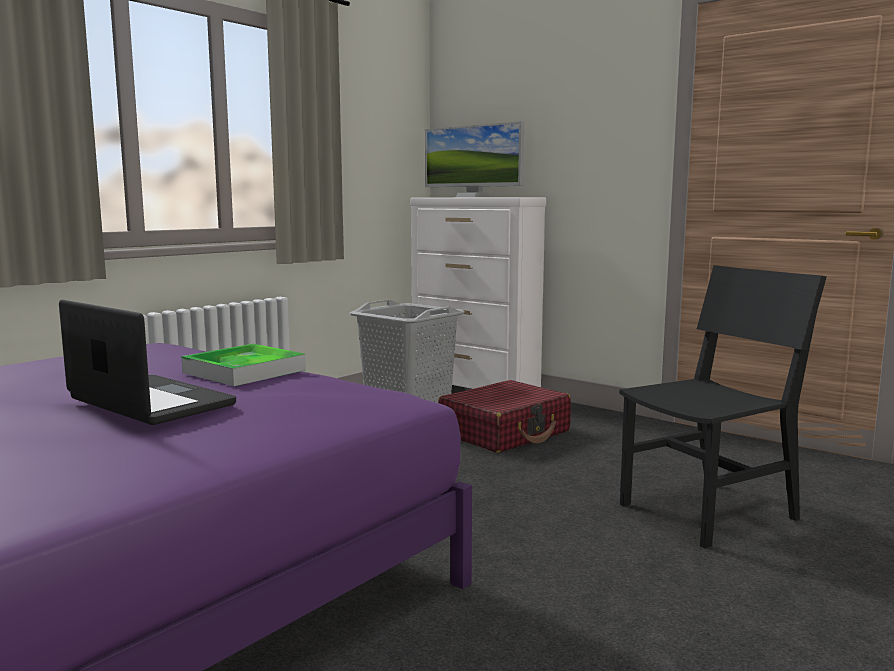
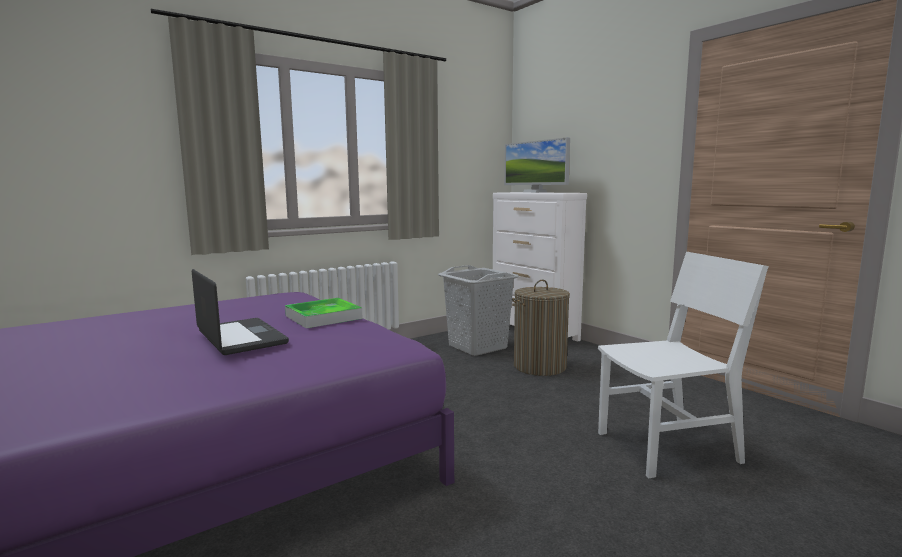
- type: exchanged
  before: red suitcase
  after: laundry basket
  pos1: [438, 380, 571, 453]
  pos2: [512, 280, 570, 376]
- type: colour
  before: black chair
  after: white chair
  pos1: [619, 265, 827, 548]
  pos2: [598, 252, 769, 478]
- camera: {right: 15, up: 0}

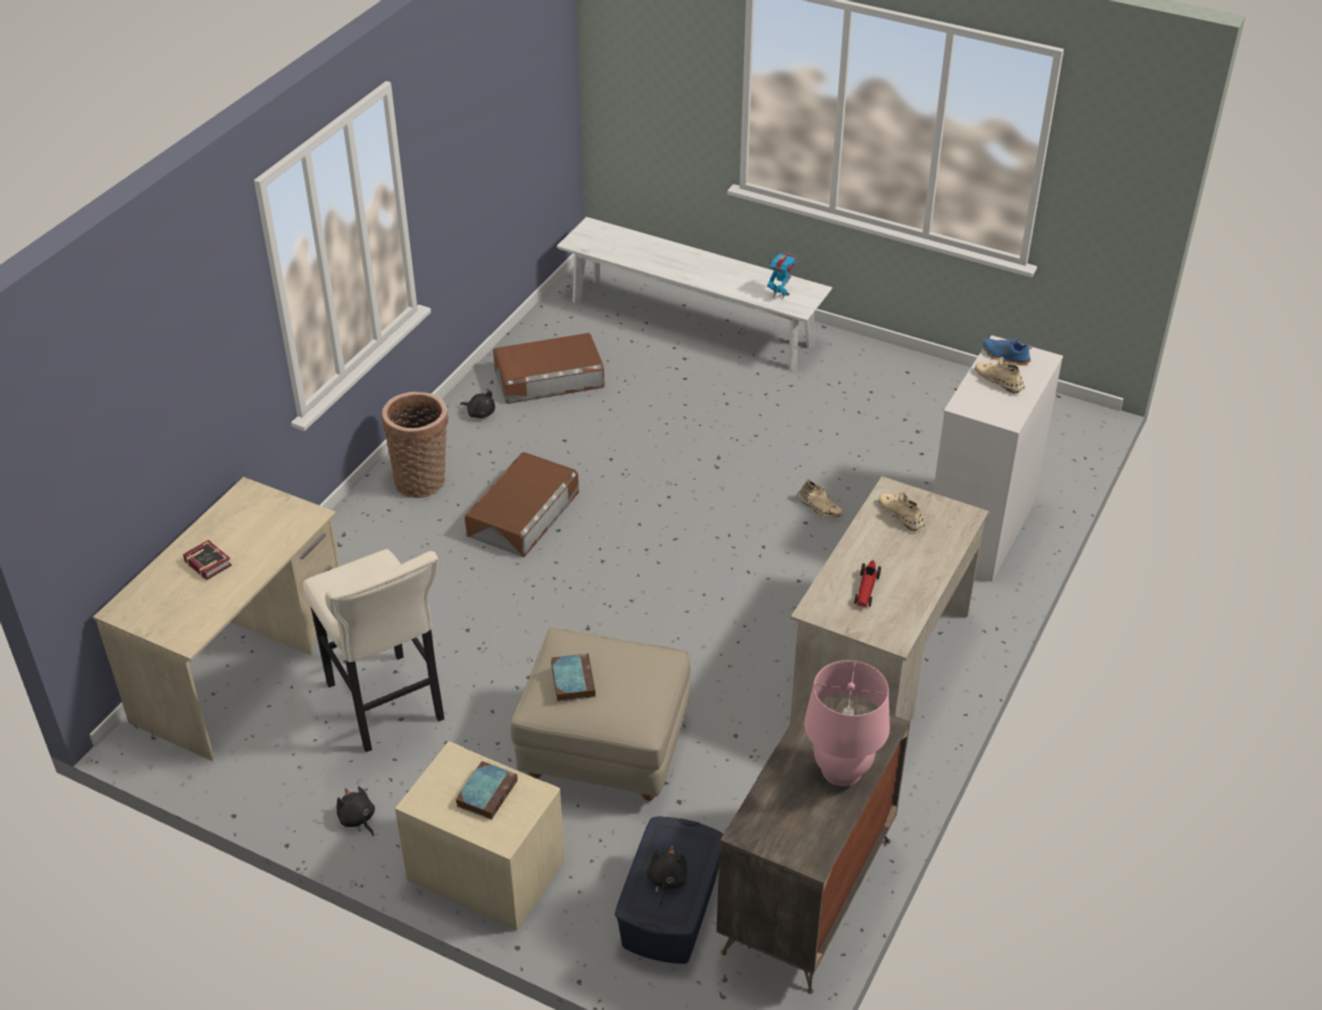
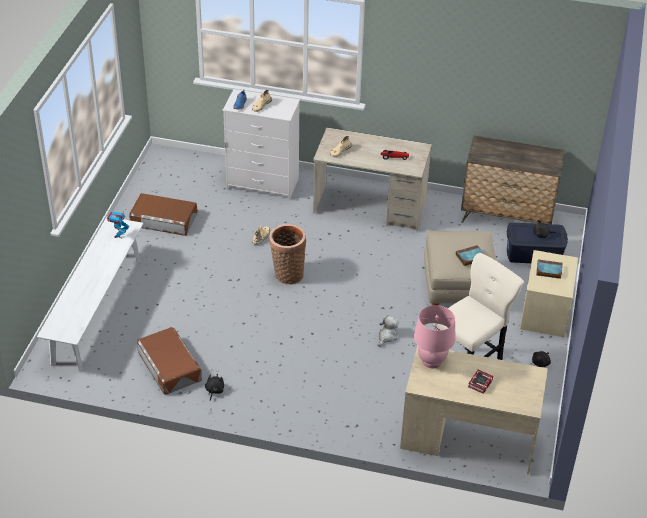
- type: relocated
  before: brown storage box
  pos1: [465, 452, 579, 557]
  pos2: [129, 193, 197, 236]
- type: relocated
  before: basket
  pos1: [382, 392, 449, 498]
  pos2: [269, 224, 306, 284]
- type: appeared
  after: plush toy
  pos2: [377, 316, 399, 347]
- type: relocated
  before: pink table lamp
  pos1: [804, 660, 890, 786]
  pos2: [414, 305, 456, 368]
- camera: {right: -105, up: 0}

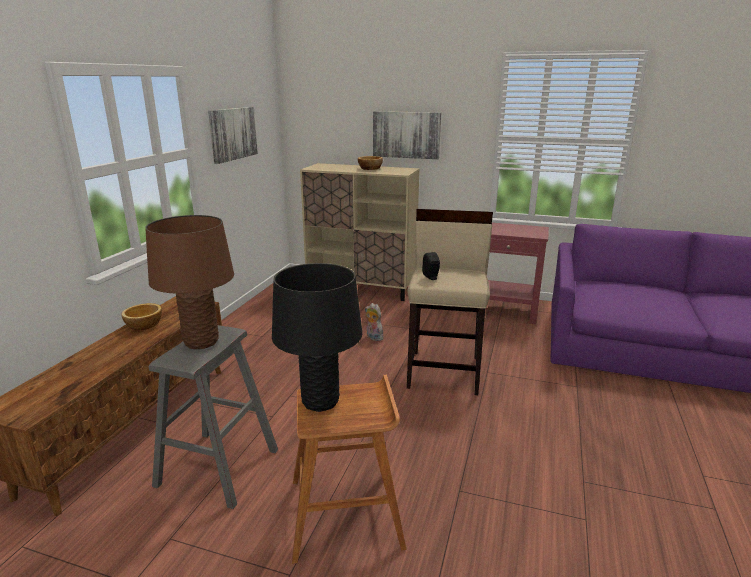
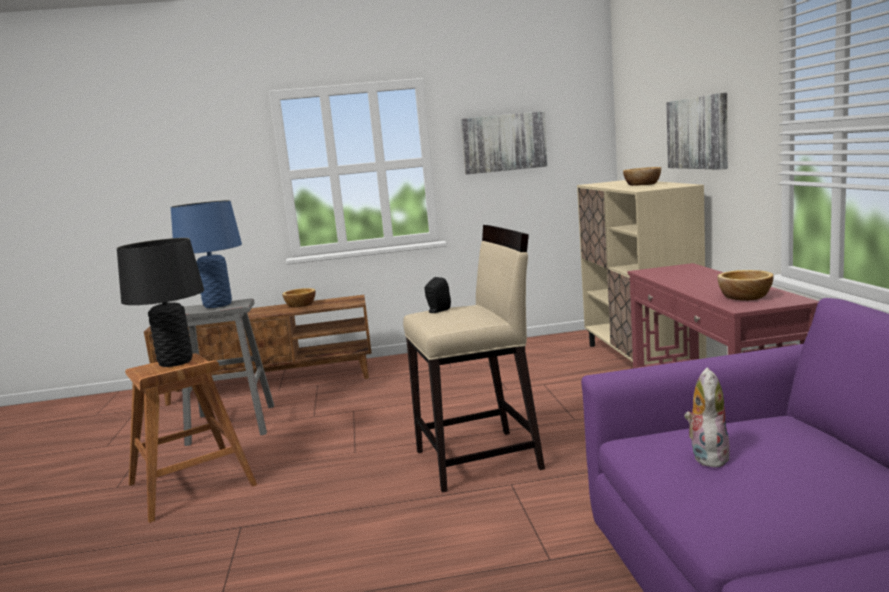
- type: colour
  before: brown table lamp
  after: blue table lamp
  pos1: [145, 215, 234, 349]
  pos2: [171, 200, 242, 308]
- type: relocated
  before: plush toy
  pos1: [365, 303, 386, 341]
  pos2: [684, 368, 730, 468]
- type: appeared
  after: bowl
  pos2: [717, 270, 774, 301]
- camera: {right: 65, up: -10}

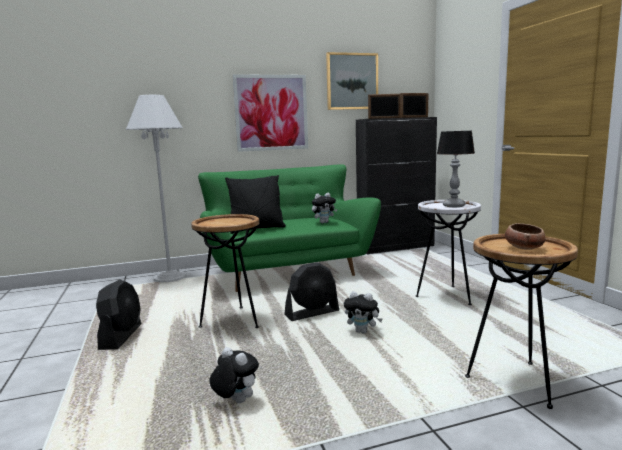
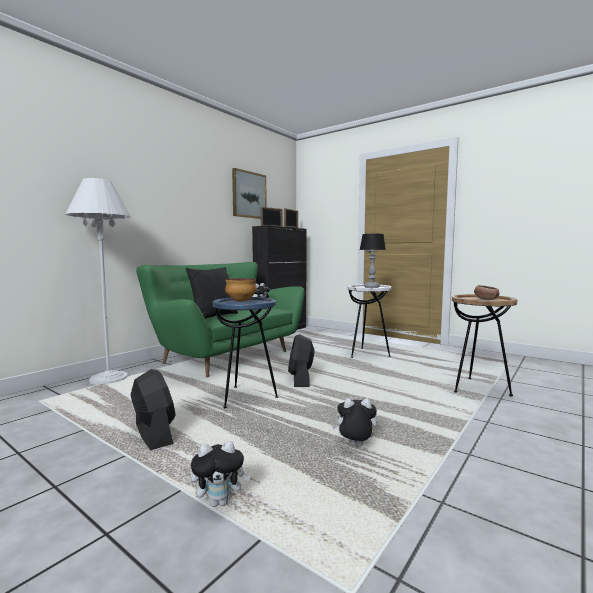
- type: relocated
  before: plush toy
  pos1: [344, 291, 383, 334]
  pos2: [191, 441, 251, 507]
- type: colour
  before: brown side table
  after: blue side table
  pos1: [191, 214, 259, 328]
  pos2: [213, 297, 278, 408]
- type: appeared
  after: bowl
  pos2: [225, 278, 257, 302]
- type: spun
  before: black fan
  pos1: [284, 262, 339, 321]
  pos2: [288, 334, 315, 387]
  turn: 150
- type: missing
  before: picture
  pos1: [232, 74, 308, 152]
- camera: {right: -35, up: -5}

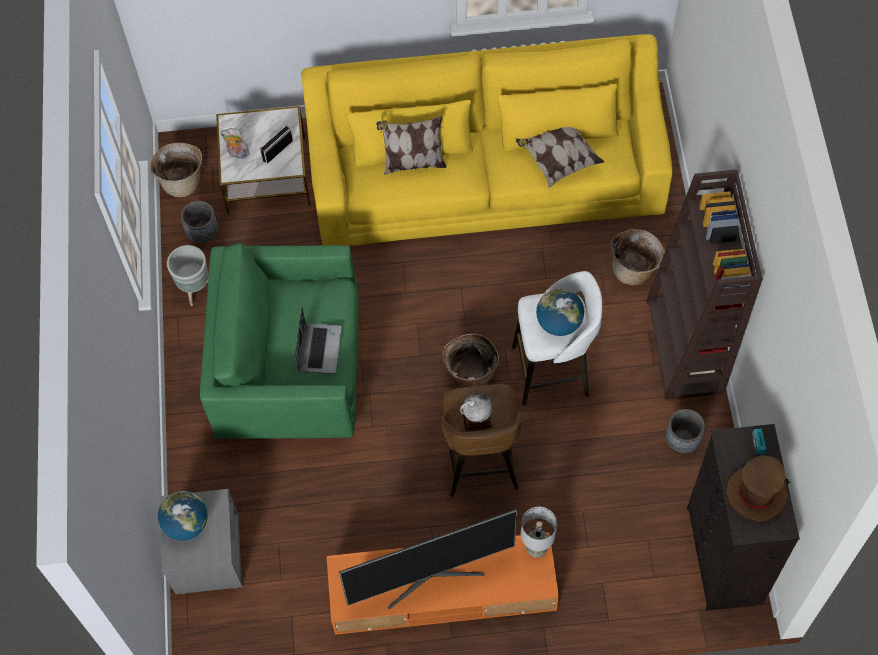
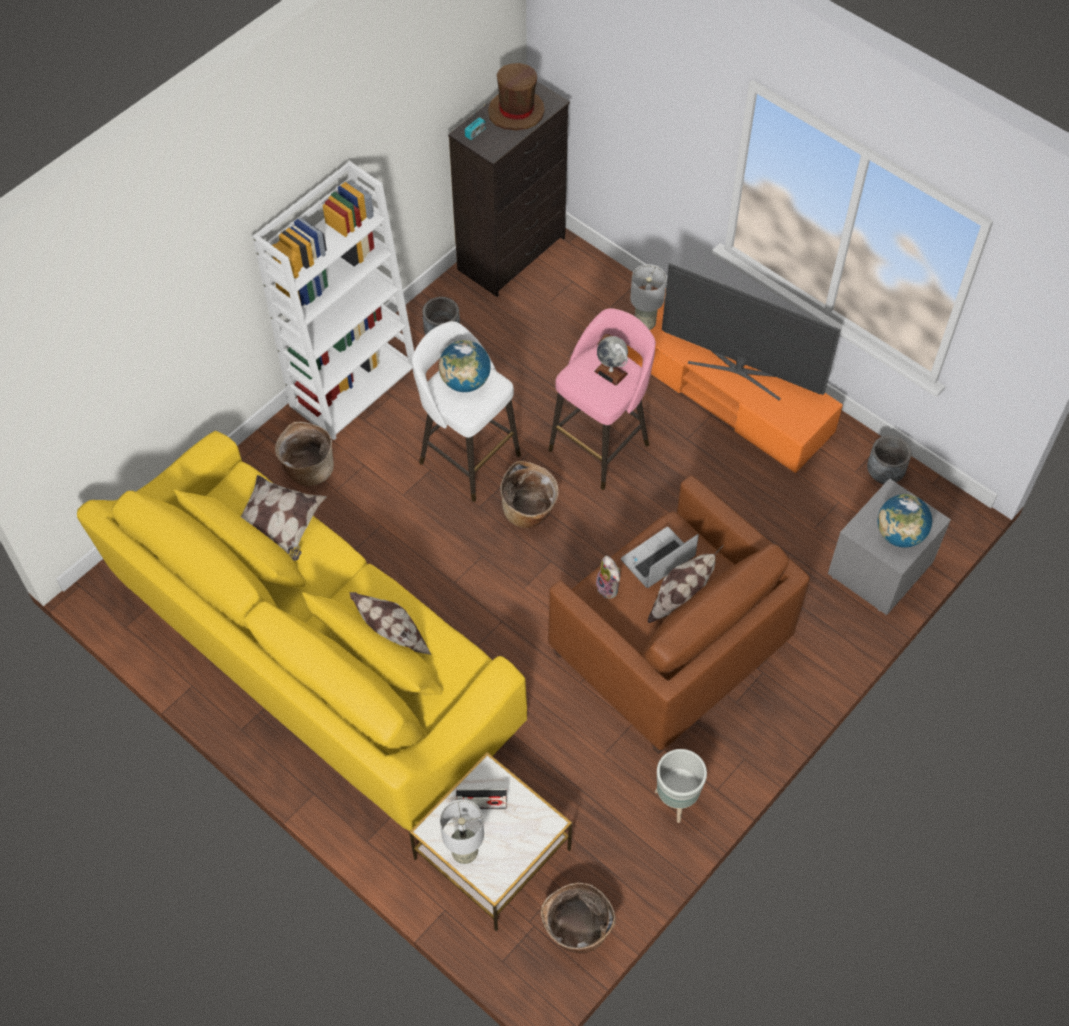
- type: colour
  before: brown bookcase
  after: white bookcase
  pos1: [647, 169, 763, 400]
  pos2: [252, 161, 414, 440]
- type: appeared
  after: grey table lamp
  pos2: [440, 800, 484, 864]
- type: colour
  before: brown stool
  after: pink stool
  pos1: [441, 384, 522, 497]
  pos2: [548, 308, 656, 490]
- type: colour
  before: green armchair
  after: brown armchair
  pos1: [200, 243, 359, 439]
  pos2: [548, 476, 810, 755]
- type: relocated
  before: plush toy
  pos1: [220, 128, 249, 159]
  pos2: [596, 556, 621, 599]
- type: appeared
  after: pillow
  pos2: [648, 546, 723, 623]
- type: relocated
  before: grey planter
  pos1: [181, 201, 218, 243]
  pos2: [867, 435, 911, 484]
- camera: {right: -135, up: -5}

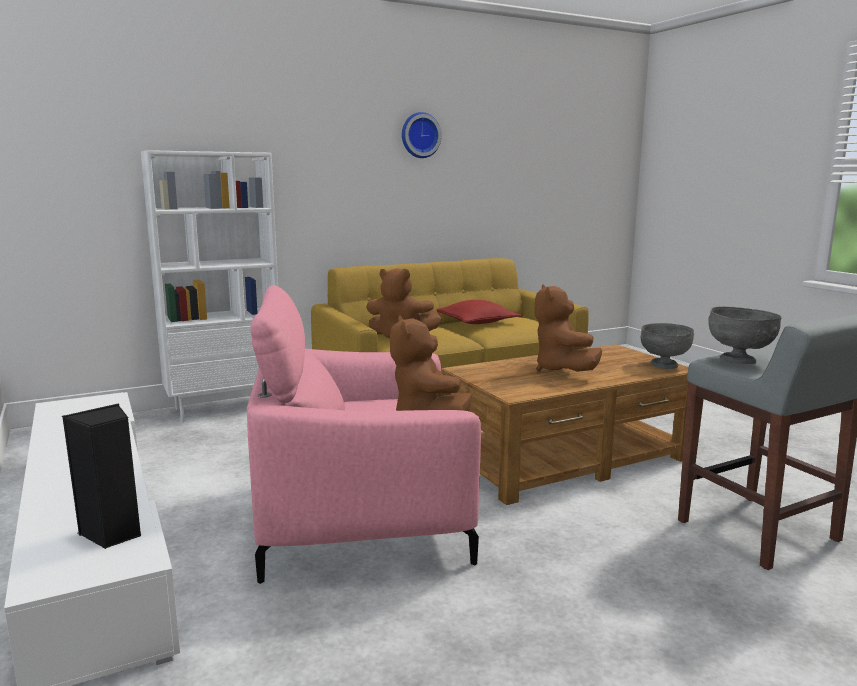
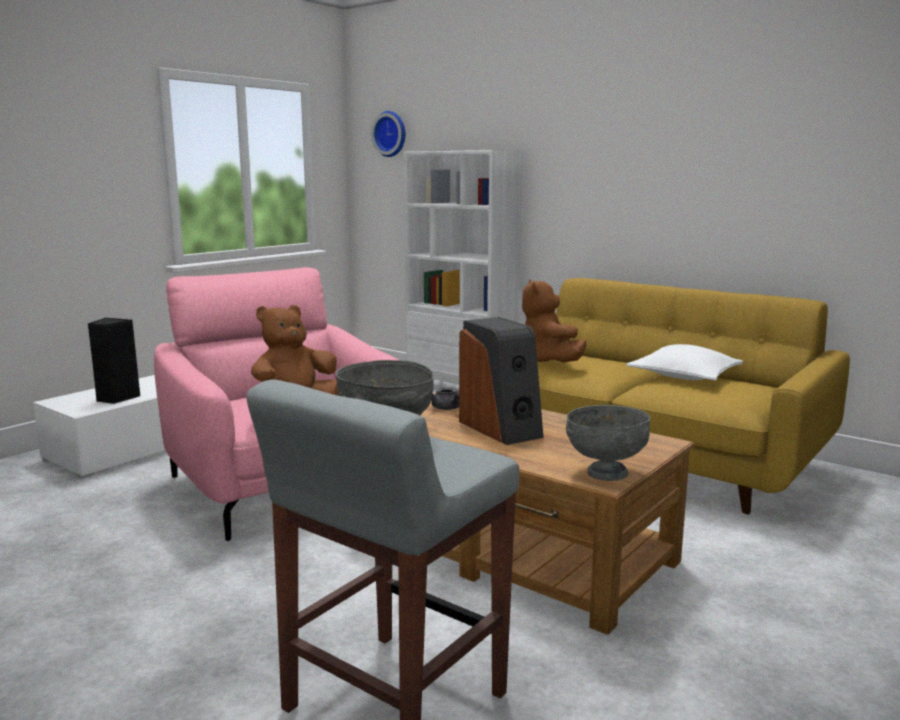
- type: relocated
  before: wall clock
  pos1: [402, 112, 442, 158]
  pos2: [371, 111, 406, 157]
- type: appeared
  after: grey teapot
  pos2: [431, 387, 459, 410]
- type: exchanged
  before: brown plush toy
  after: speaker
  pos1: [534, 284, 602, 372]
  pos2: [459, 317, 544, 445]
- type: colour
  before: red pillow
  after: white pillow
  pos1: [437, 300, 521, 324]
  pos2: [626, 344, 743, 381]
- camera: {right: 65, up: 0}

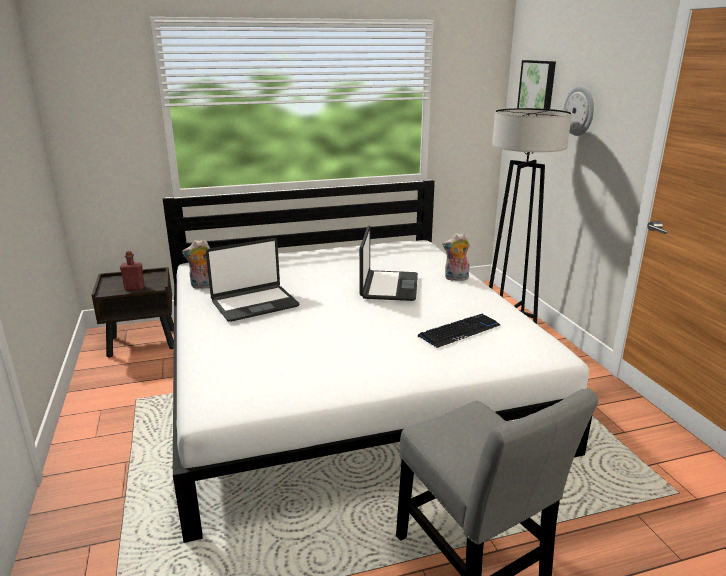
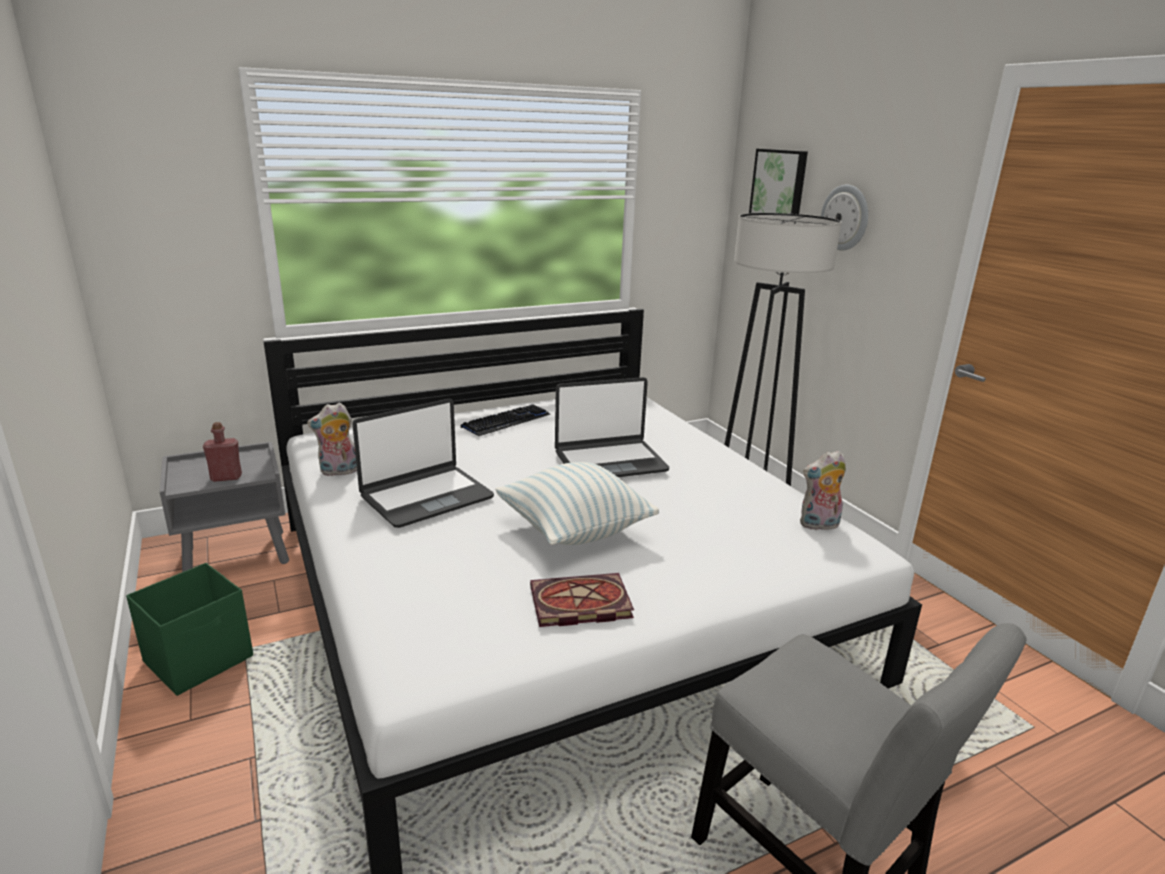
- type: appeared
  after: green storage box
  pos2: [126, 563, 253, 696]
- type: colour
  before: brown nightstand
  after: grey nightstand
  pos1: [92, 267, 174, 358]
  pos2: [160, 441, 289, 572]
- type: relocated
  before: keyboard
  pos1: [418, 314, 500, 348]
  pos2: [461, 405, 551, 436]
- type: appeared
  after: pillow
  pos2: [495, 462, 659, 545]
- type: appeared
  after: book
  pos2: [530, 573, 634, 627]
- type: spun
  before: laptop
  pos1: [359, 226, 418, 301]
  pos2: [555, 377, 669, 477]
  turn: 75
- type: relocated
  before: plush toy
  pos1: [443, 233, 470, 281]
  pos2: [800, 451, 846, 530]
- camera: {right: -10, up: 0}

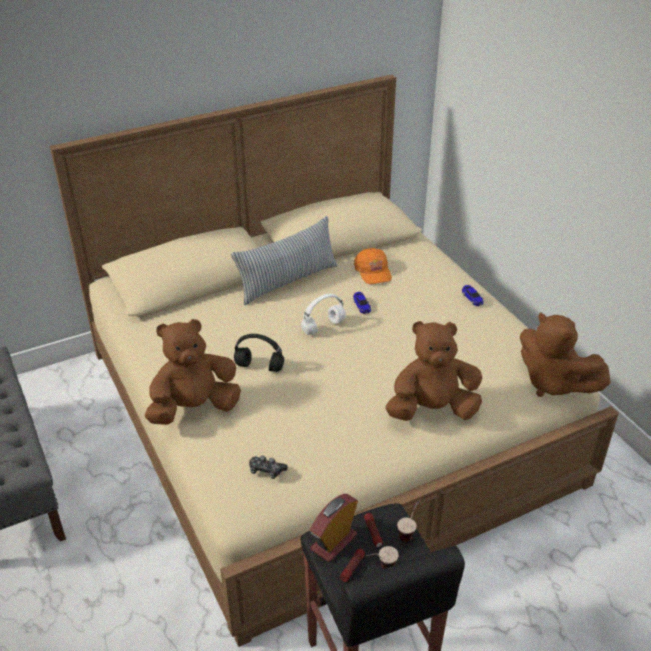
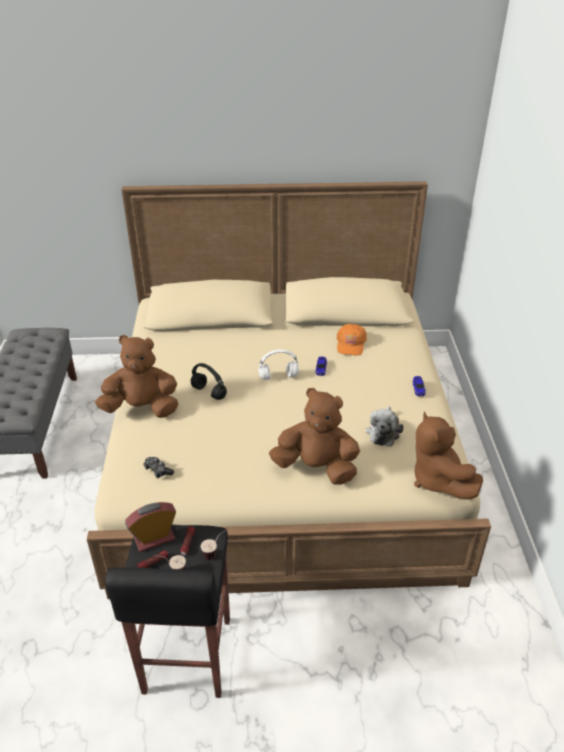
- type: appeared
  after: plush toy
  pos2: [366, 406, 404, 447]
- type: missing
  before: pillow
  pos1: [231, 216, 337, 305]
- camera: {right: 25, up: 0}

